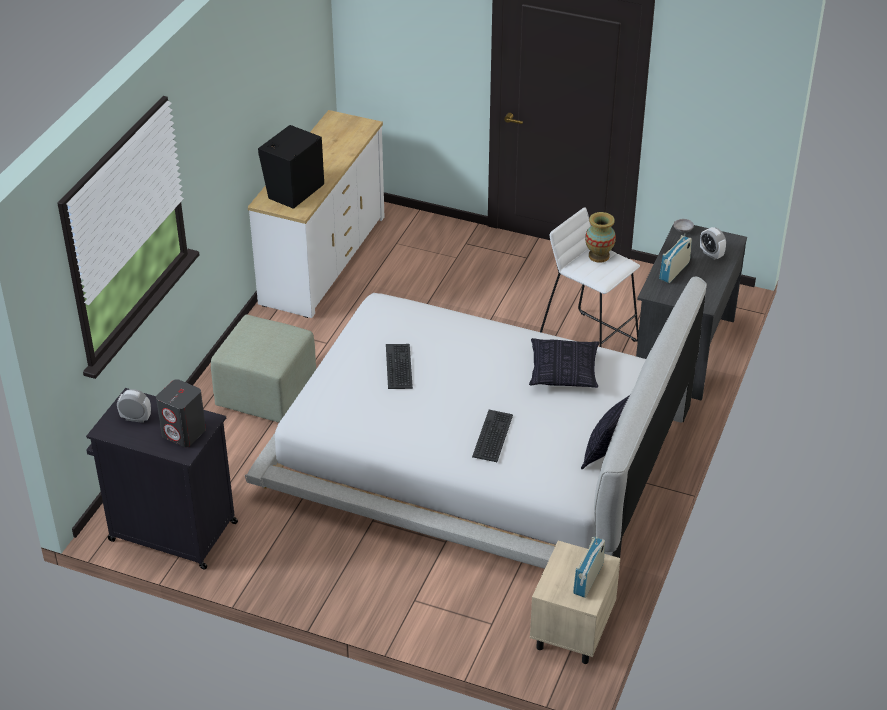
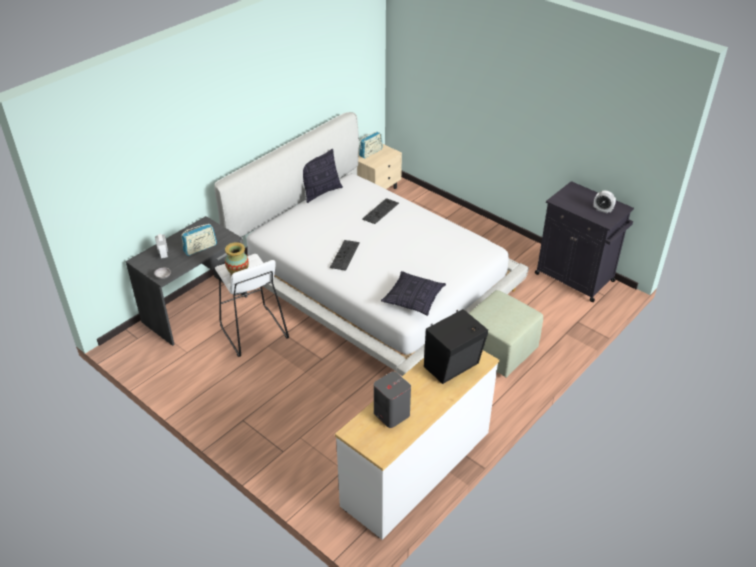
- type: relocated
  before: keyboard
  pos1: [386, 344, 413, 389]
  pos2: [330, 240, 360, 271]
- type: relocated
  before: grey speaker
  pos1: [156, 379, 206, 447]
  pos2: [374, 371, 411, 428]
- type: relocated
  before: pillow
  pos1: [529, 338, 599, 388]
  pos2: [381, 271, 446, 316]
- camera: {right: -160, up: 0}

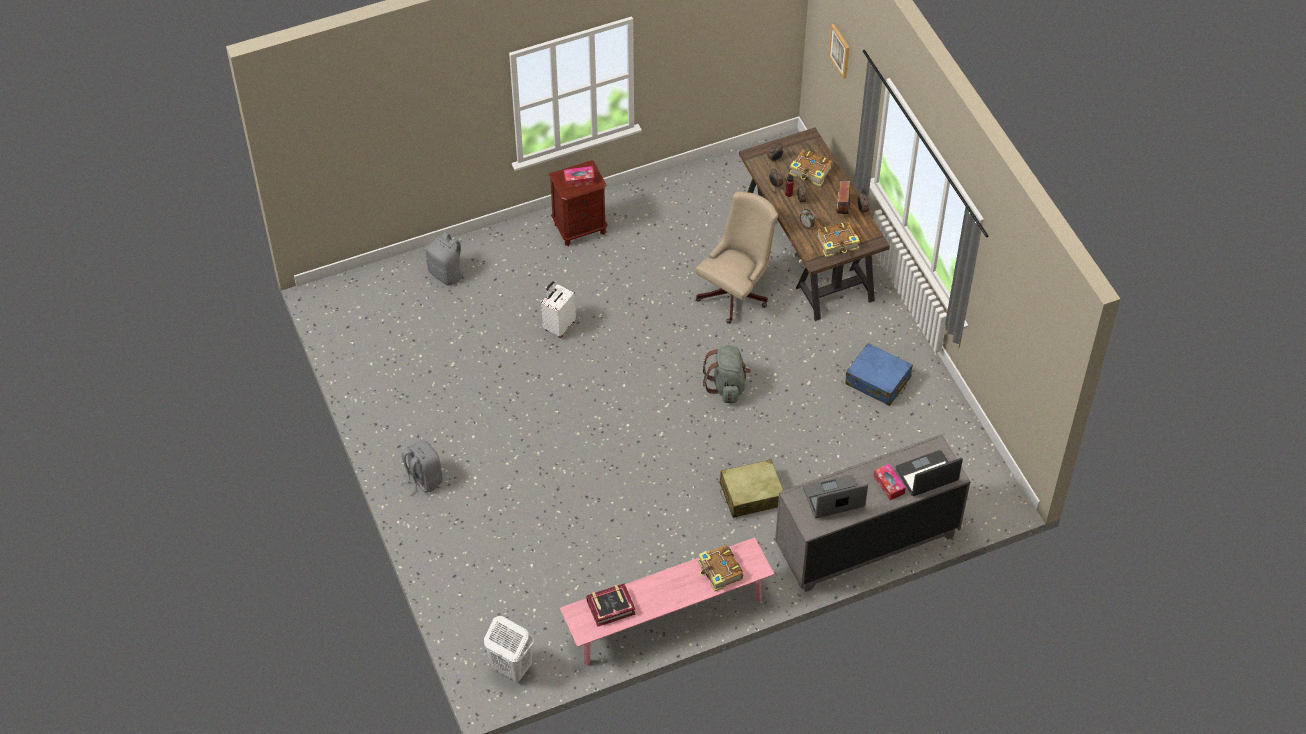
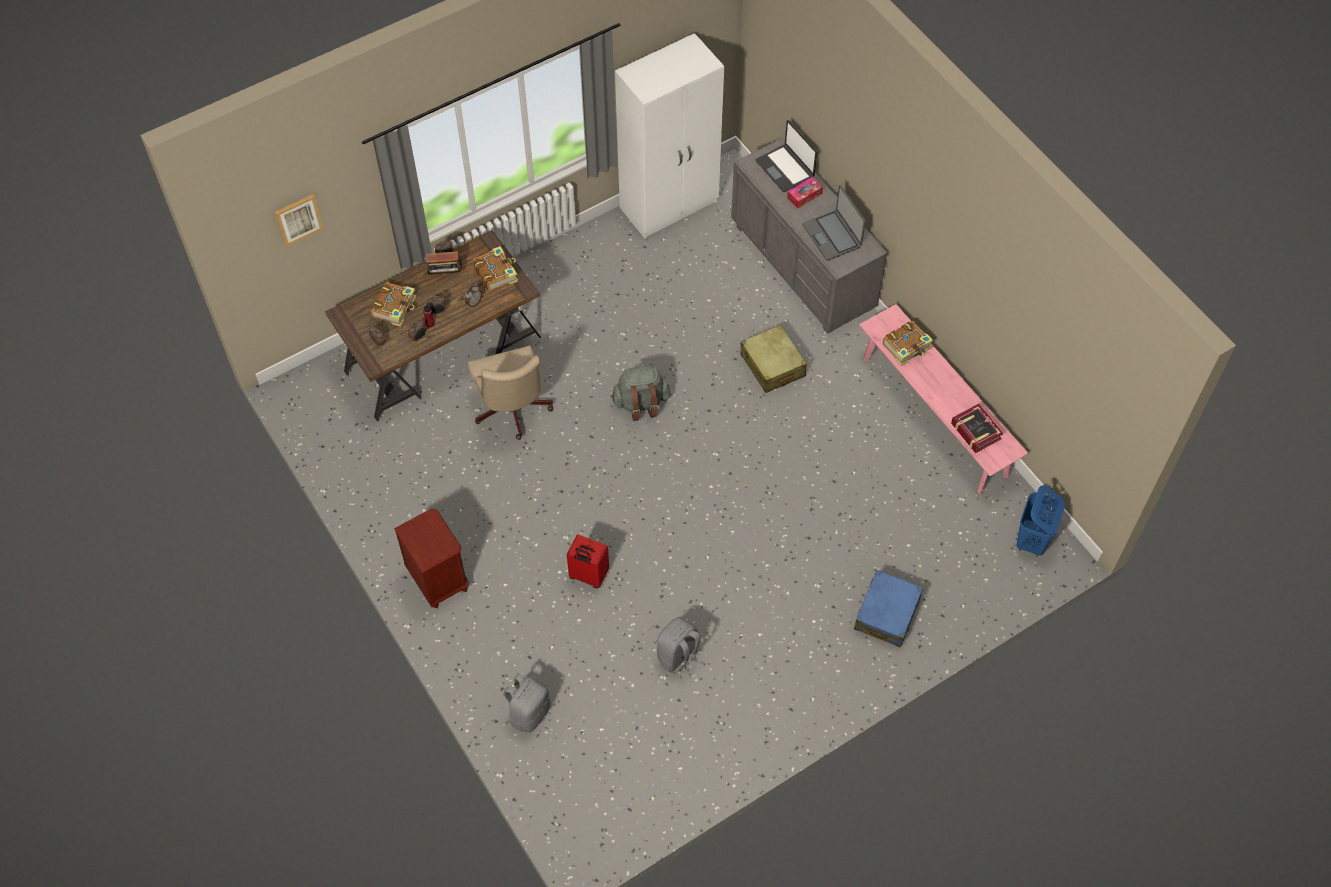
- type: spun
  before: beige office chair
  pos1: [695, 191, 778, 324]
  pos2: [468, 345, 553, 440]
  turn: -135
- type: colour
  before: white suitcase
  after: red suitcase
  pos1: [541, 281, 576, 338]
  pos2: [567, 534, 609, 588]
- type: appeared
  after: white wardrobe
  pos2: [615, 33, 724, 238]
- type: relocated
  before: grey backpack
  pos1: [401, 440, 442, 496]
  pos2: [657, 617, 705, 678]
- type: relocated
  before: blue suitcase
  pos1: [845, 343, 912, 406]
  pos2: [854, 570, 923, 647]
- type: colour
  before: white laundry basket
  after: blue laundry basket
  pos1: [484, 616, 534, 682]
  pos2: [1016, 485, 1065, 557]
- type: missing
  before: tissue box
  pos1: [564, 166, 595, 188]
- camera: {right: -100, up: 5}

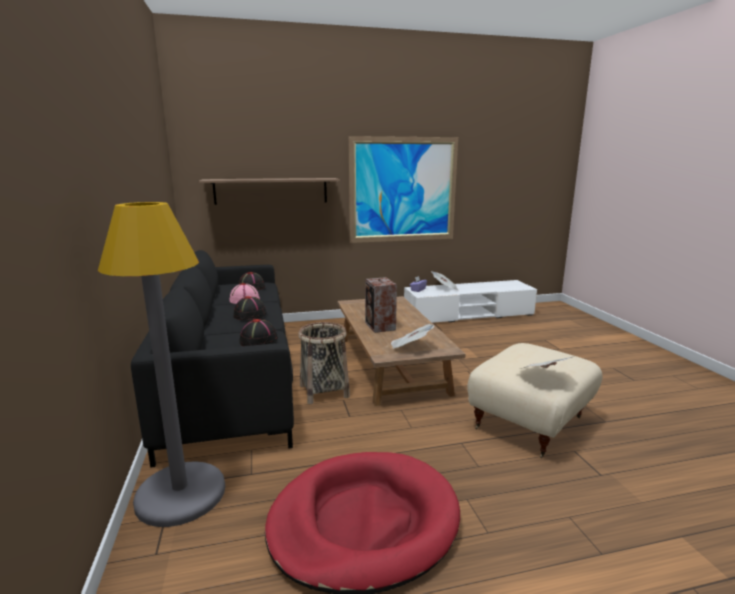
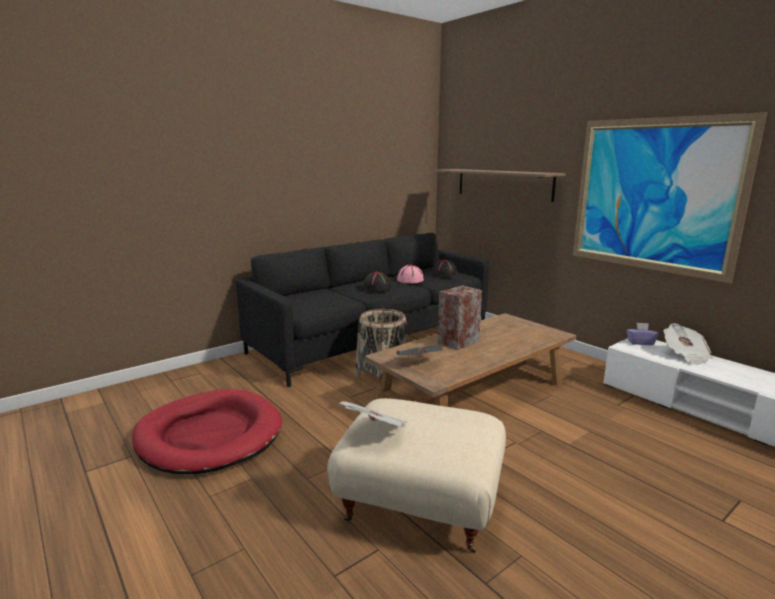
- type: missing
  before: grey floor lamp
  pos1: [98, 202, 225, 527]
- type: missing
  before: black hat
  pos1: [239, 319, 278, 346]
- camera: {right: 65, up: 0}

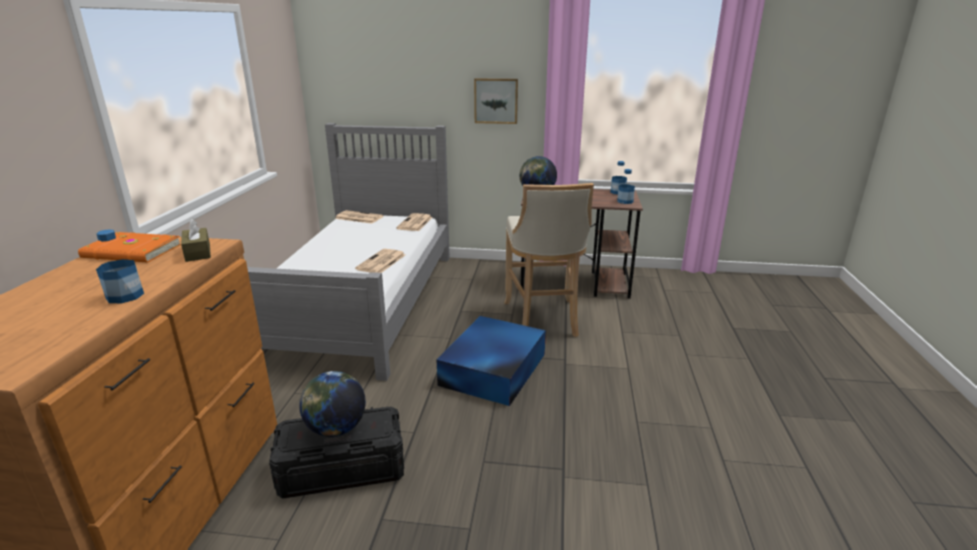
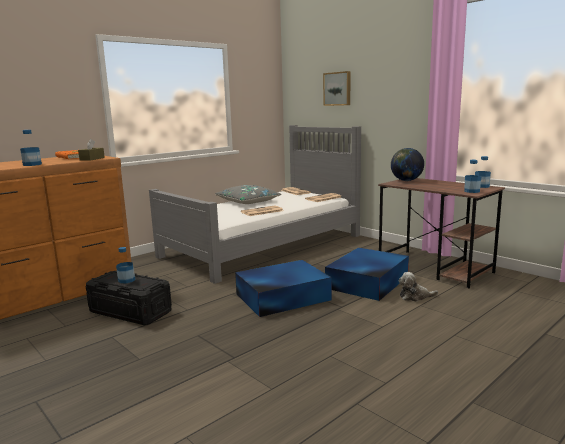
- type: exchanged
  before: globe
  after: bottle
  pos1: [299, 371, 366, 437]
  pos2: [116, 247, 136, 283]
- type: appeared
  after: grey pillow
  pos2: [215, 185, 282, 204]
- type: relocated
  before: picture
  pos1: [474, 78, 518, 124]
  pos2: [323, 71, 351, 106]
- type: exchanged
  before: beige stool
  after: blue storage box
  pos1: [504, 183, 594, 337]
  pos2: [325, 248, 409, 301]
- type: appeared
  after: plush toy
  pos2: [398, 272, 438, 302]
- camera: {right: 40, up: -10}

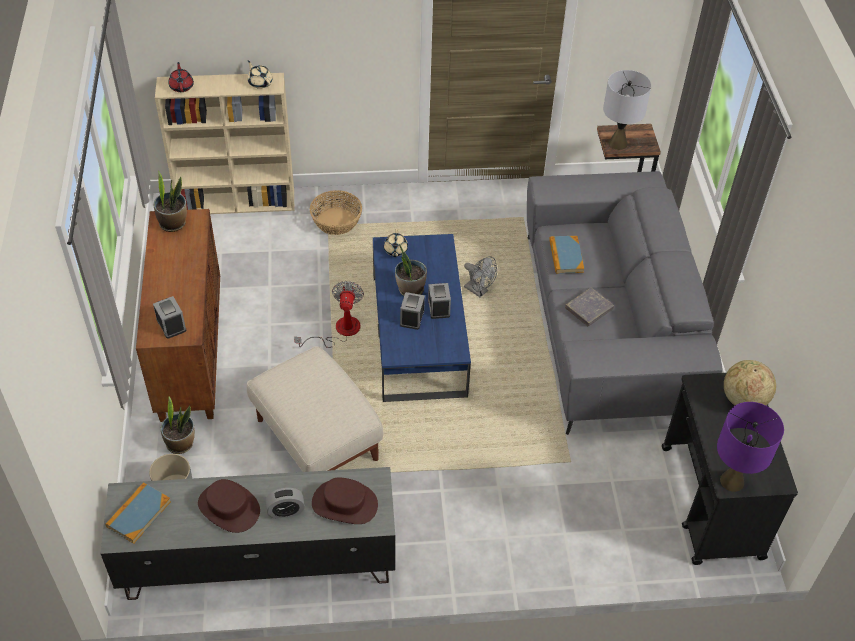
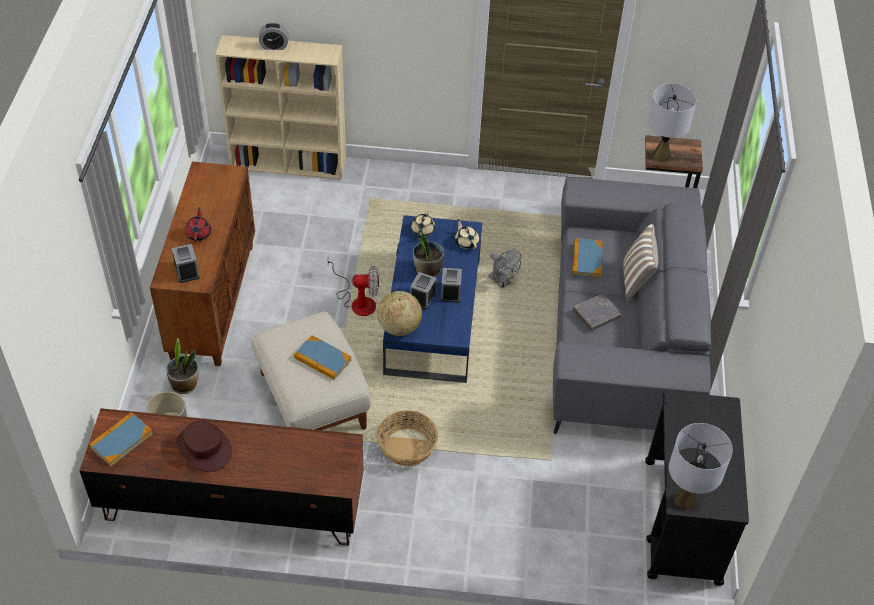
- type: colour
  before: grey tv stand
  after: brown tv stand
  pos1: [101, 467, 395, 600]
  pos2: [79, 408, 364, 545]
- type: relocated
  before: red teapot
  pos1: [168, 62, 194, 92]
  pos2: [185, 207, 211, 242]
- type: relocated
  before: alarm clock
  pos1: [265, 488, 305, 519]
  pos2: [259, 23, 289, 50]
- type: appeared
  after: book
  pos2: [294, 335, 352, 380]
- type: spun
  before: fan
  pos1: [294, 281, 364, 348]
  pos2: [328, 261, 379, 316]
  turn: 75
- type: relocated
  before: globe
  pos1: [724, 360, 776, 405]
  pos2: [377, 291, 422, 336]
- type: relocated
  before: basket
  pos1: [310, 190, 362, 235]
  pos2: [377, 410, 438, 466]
- type: relocated
  before: beige teapot
  pos1: [248, 60, 272, 89]
  pos2: [455, 219, 479, 249]
- type: appeared
  after: pillow
  pos2: [623, 224, 658, 302]
- type: colour
  before: purple table lamp
  after: grey table lamp
  pos1: [717, 402, 784, 492]
  pos2: [669, 423, 733, 510]
- type: missing
  before: potted plant
  pos1: [153, 171, 187, 232]
- type: missing
  before: brown hat
  pos1: [312, 478, 378, 524]
- camera: {right: 10, up: 0}

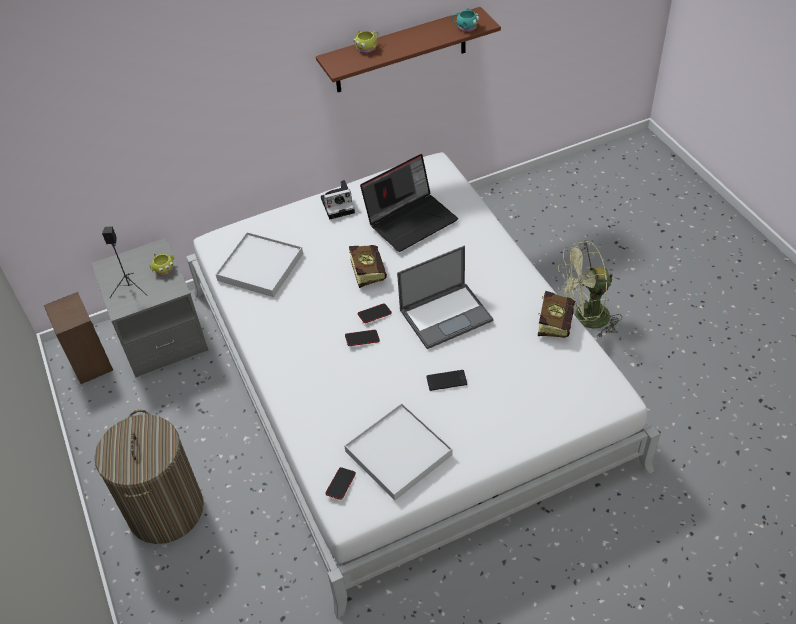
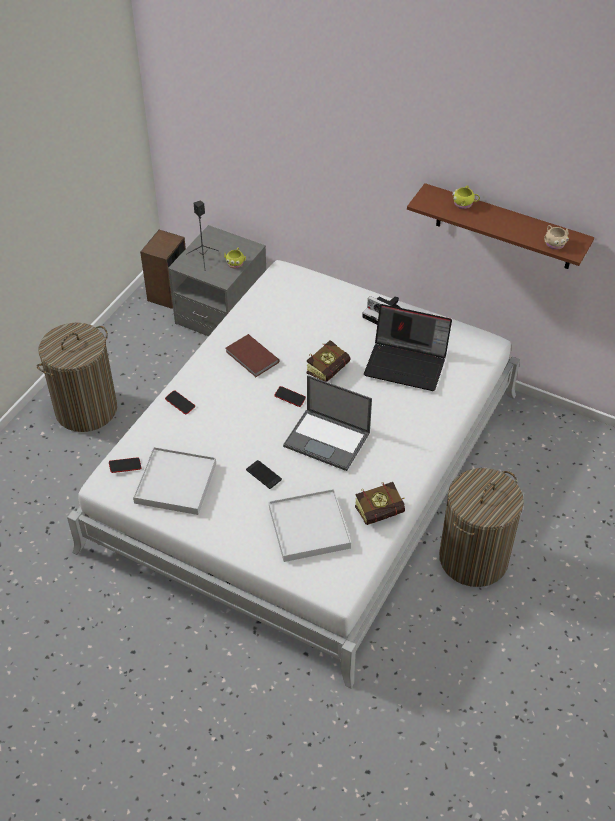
- type: relocated
  before: phone
  pos1: [345, 330, 380, 346]
  pos2: [165, 390, 195, 414]
- type: appeared
  after: brown book
  pos2: [226, 334, 280, 377]
- type: relocated
  before: white tray
  pos1: [216, 232, 303, 297]
  pos2: [269, 489, 351, 562]
- type: exchanged
  before: green fan
  after: laundry basket
  pos1: [558, 240, 622, 338]
  pos2: [439, 468, 524, 587]
- type: colour
  before: turquoise mug
  after: beige mug
  pos1: [452, 8, 480, 32]
  pos2: [544, 225, 569, 250]
- camera: {right: 50, up: 0}

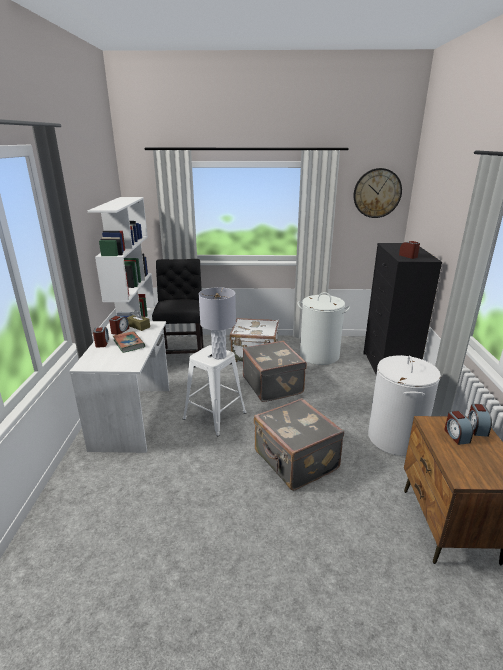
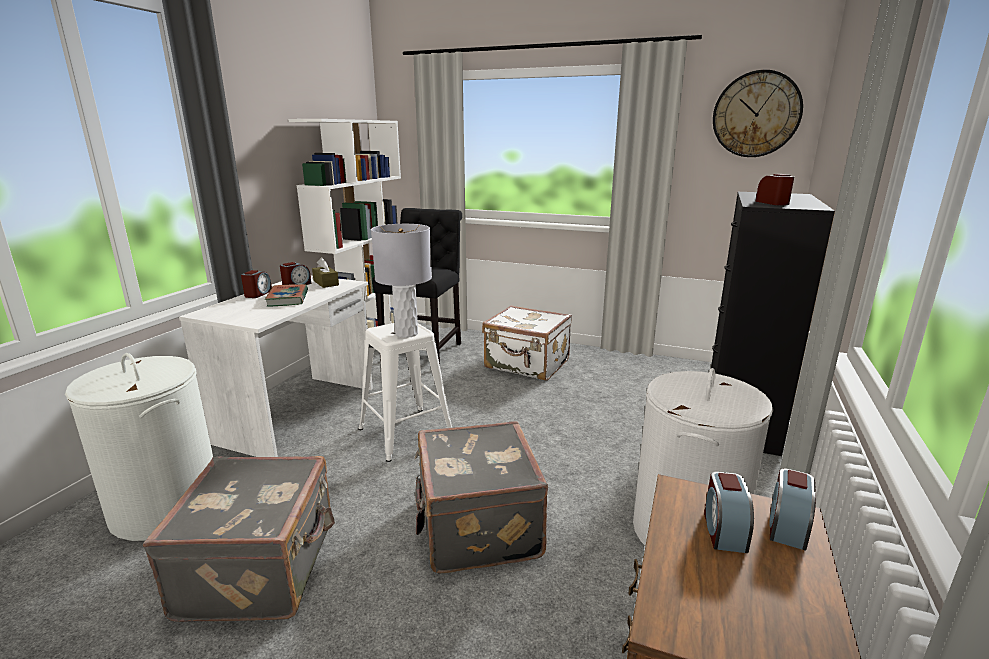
- type: relocated
  before: white laundry basket
  pos1: [298, 292, 350, 365]
  pos2: [65, 353, 213, 541]
- type: relocated
  before: grey suitcase
  pos1: [243, 341, 307, 402]
  pos2: [143, 456, 335, 622]
- camera: {right: 20, up: -5}

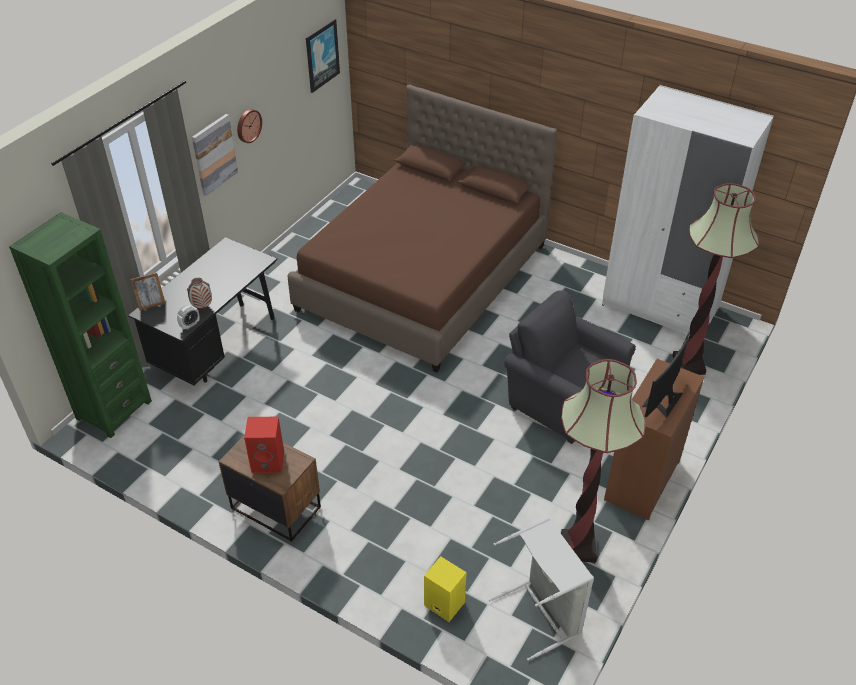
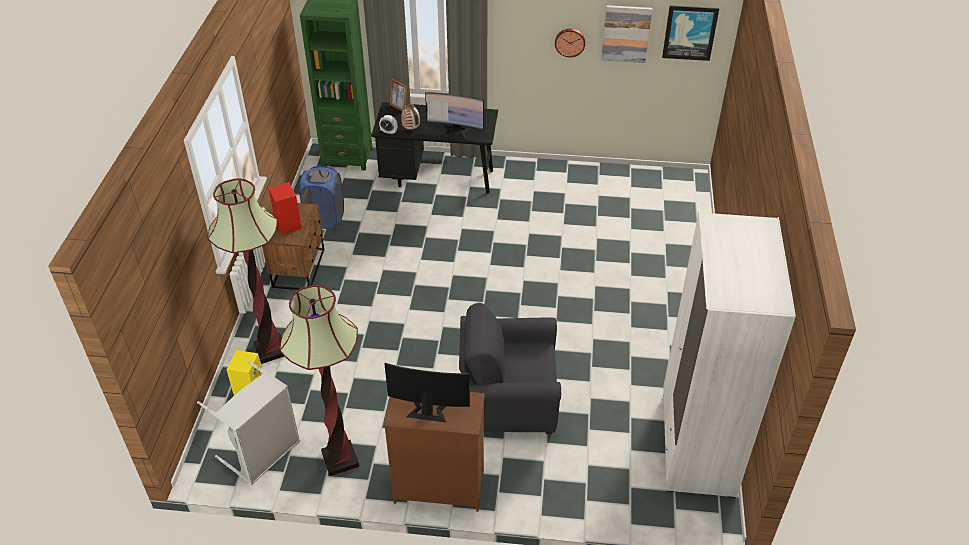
- type: relocated
  before: floor lamp
  pos1: [672, 183, 759, 375]
  pos2: [207, 178, 285, 364]
- type: appeared
  after: blue laundry basket
  pos2: [300, 166, 344, 229]
- type: appeared
  after: monitor
  pos2: [425, 92, 484, 140]
- type: spun
  before: grey armchair
  pos1: [504, 290, 636, 444]
  pos2: [459, 303, 561, 434]
  turn: -105
- type: relocated
  before: picture
  pos1: [192, 114, 238, 196]
  pos2: [601, 5, 653, 63]
- type: missing
  before: brown bed
  pos1: [288, 85, 557, 372]
- camera: {right: 65, up: 0}

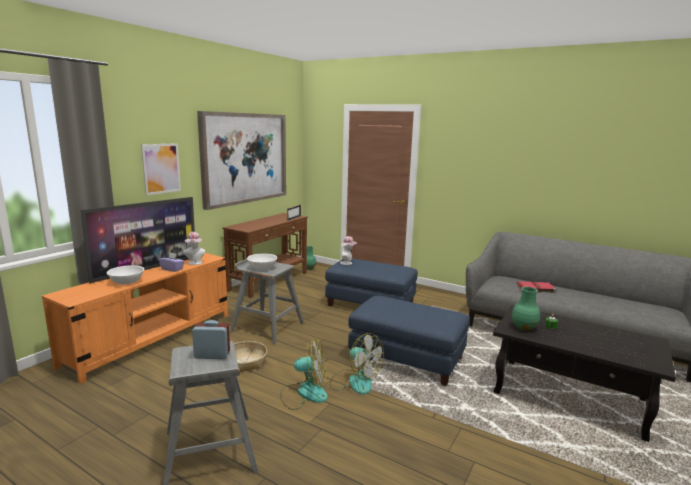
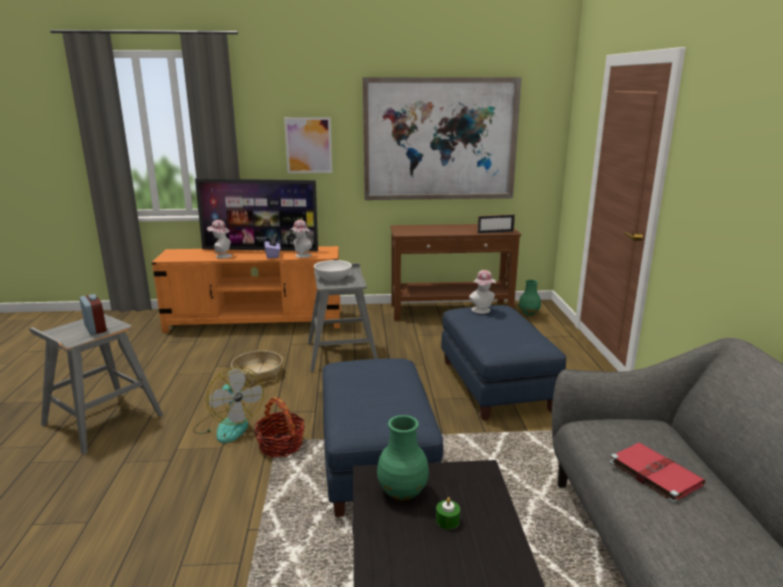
- type: exchanged
  before: white bowl
  after: hat
  pos1: [107, 265, 144, 284]
  pos2: [207, 220, 232, 259]
- type: exchanged
  before: fan
  after: basket
  pos1: [330, 333, 384, 395]
  pos2: [254, 397, 305, 458]
- camera: {right: 55, up: 5}

